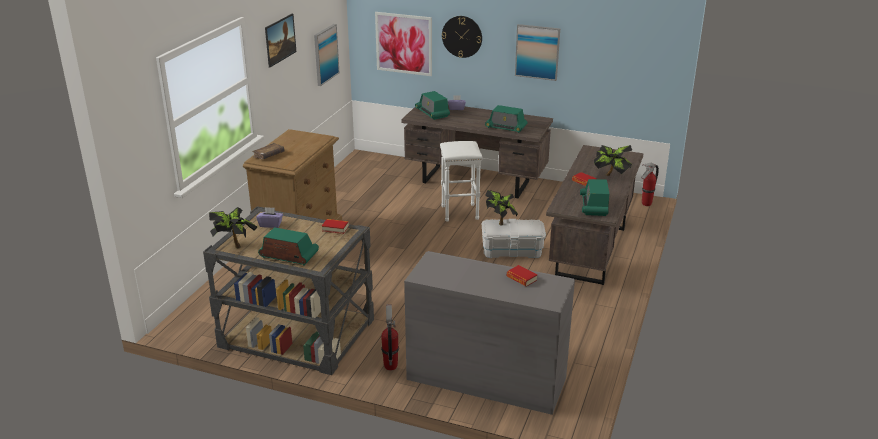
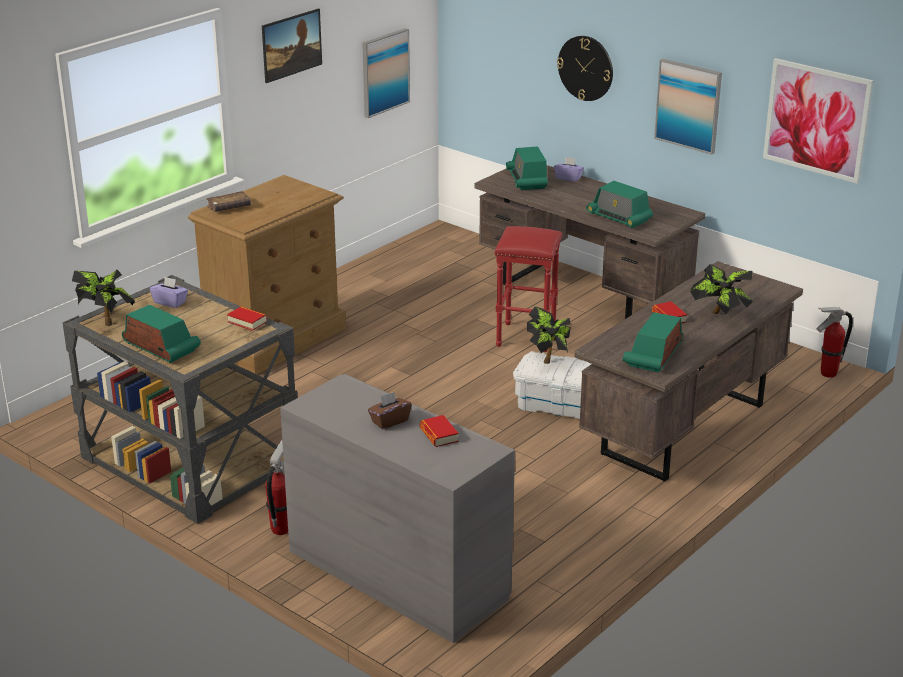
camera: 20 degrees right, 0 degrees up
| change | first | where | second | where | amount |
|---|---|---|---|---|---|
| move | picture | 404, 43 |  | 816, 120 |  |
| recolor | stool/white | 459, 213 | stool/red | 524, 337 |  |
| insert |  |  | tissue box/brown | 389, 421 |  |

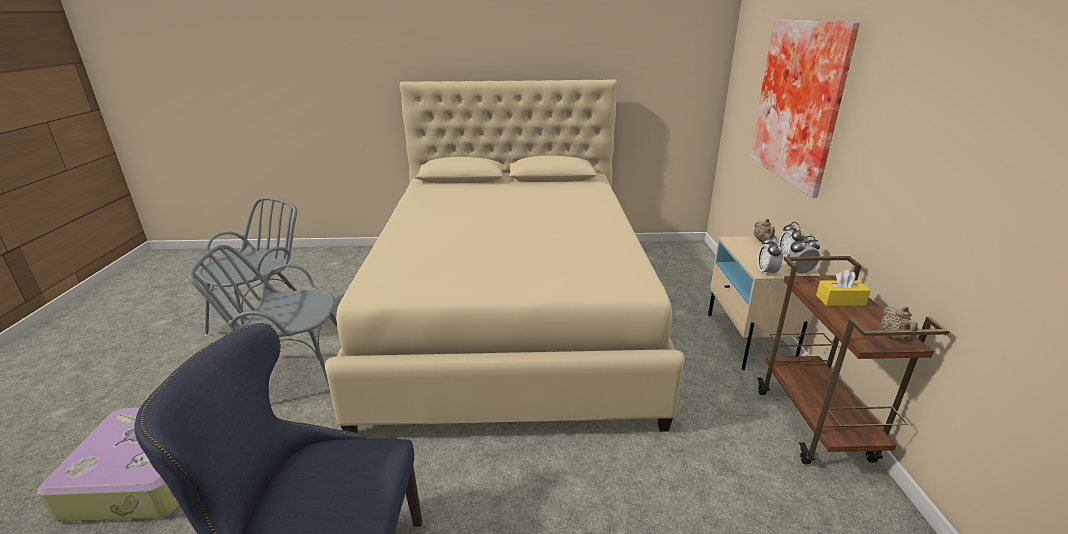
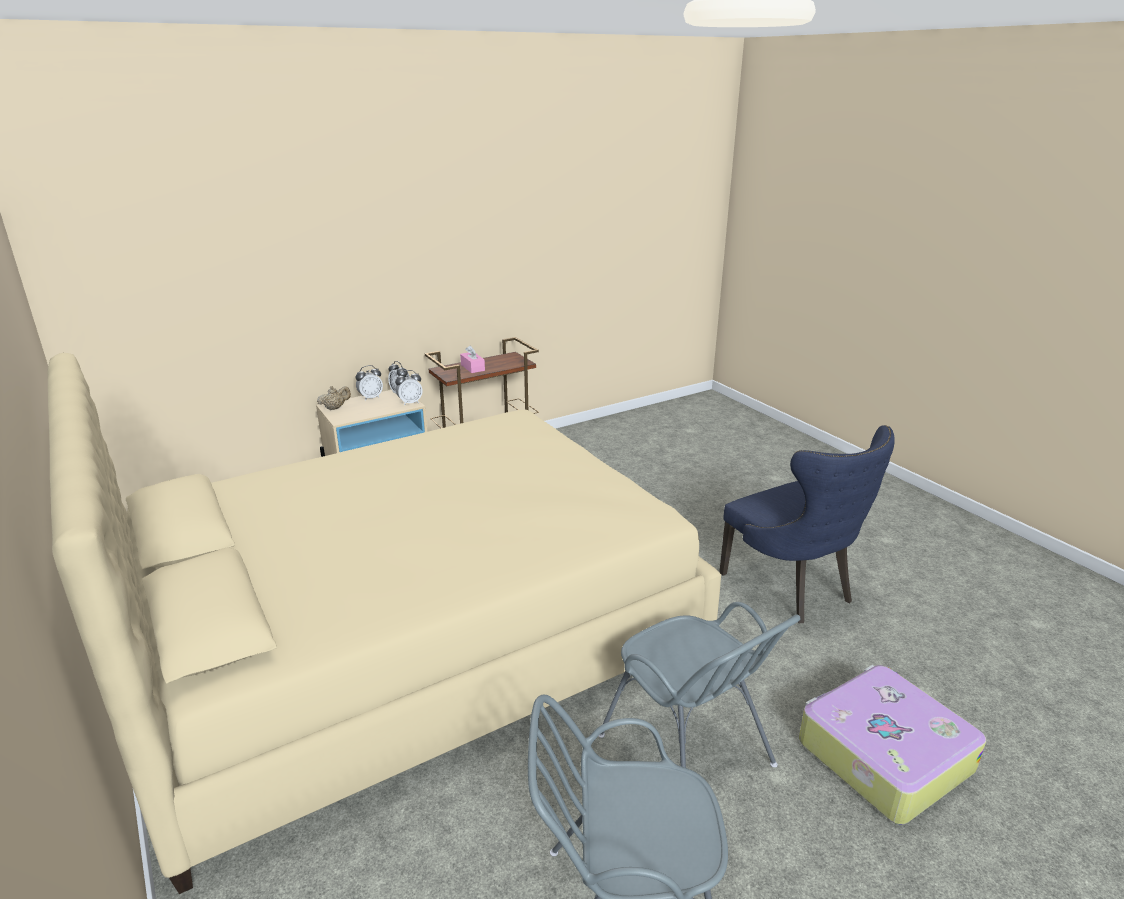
camera: 120 degrees left, 0 degrees up
| change | first | where | second | where | amount |
|---|---|---|---|---|---|
| delete | picture | 802, 102 |  |  |  |
| recolor | tissue box/yellow | 840, 300 | tissue box/pink | 472, 367 |  |
| delete | teapot/beige | 894, 338 |  |  |  |

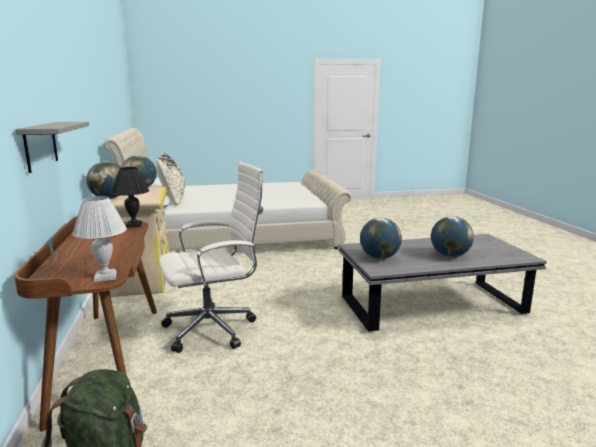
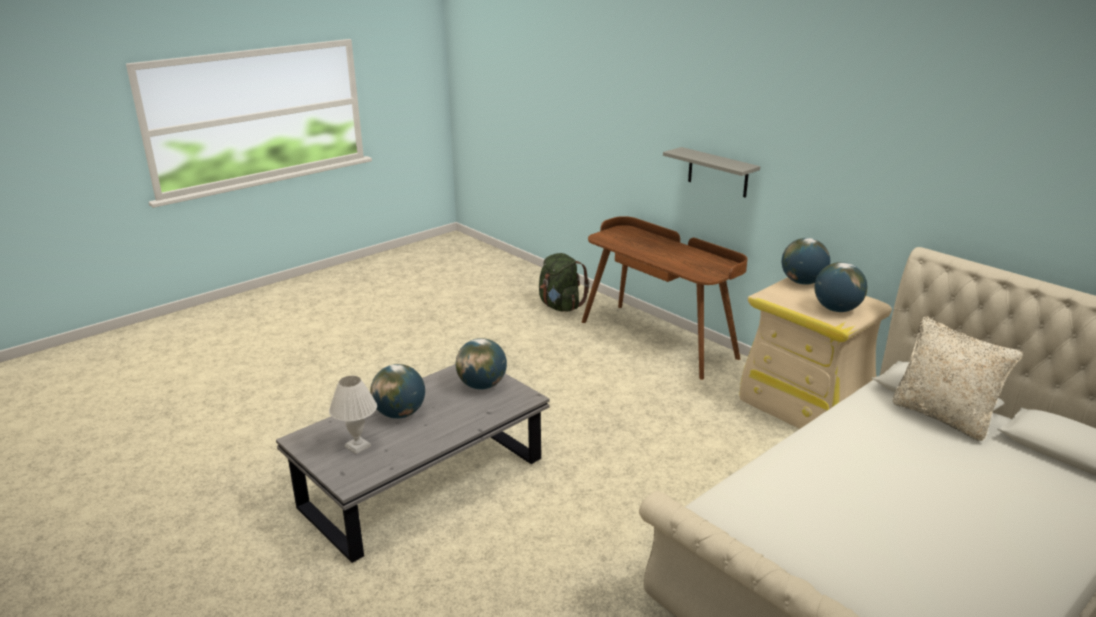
camera: 150 degrees right, 10 degrees up
| change | first | where | second | where | amount |
|---|---|---|---|---|---|
| move | table lamp/white | 105, 276 |  | 358, 446 |  |
| delete | table lamp/black | 134, 225 |  |  |  |
| delete | office chair/white | 214, 328 |  |  |  |

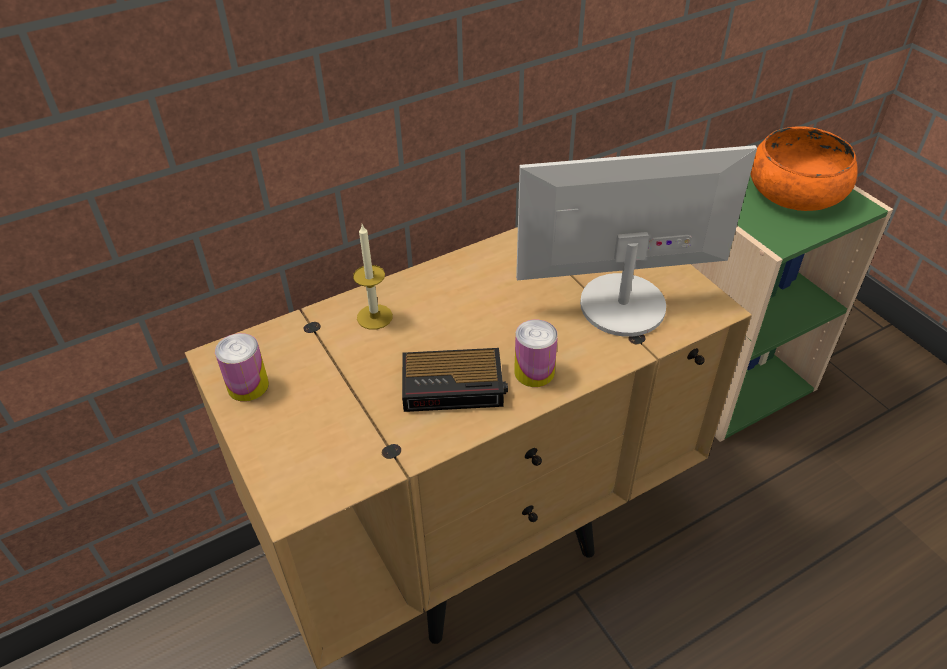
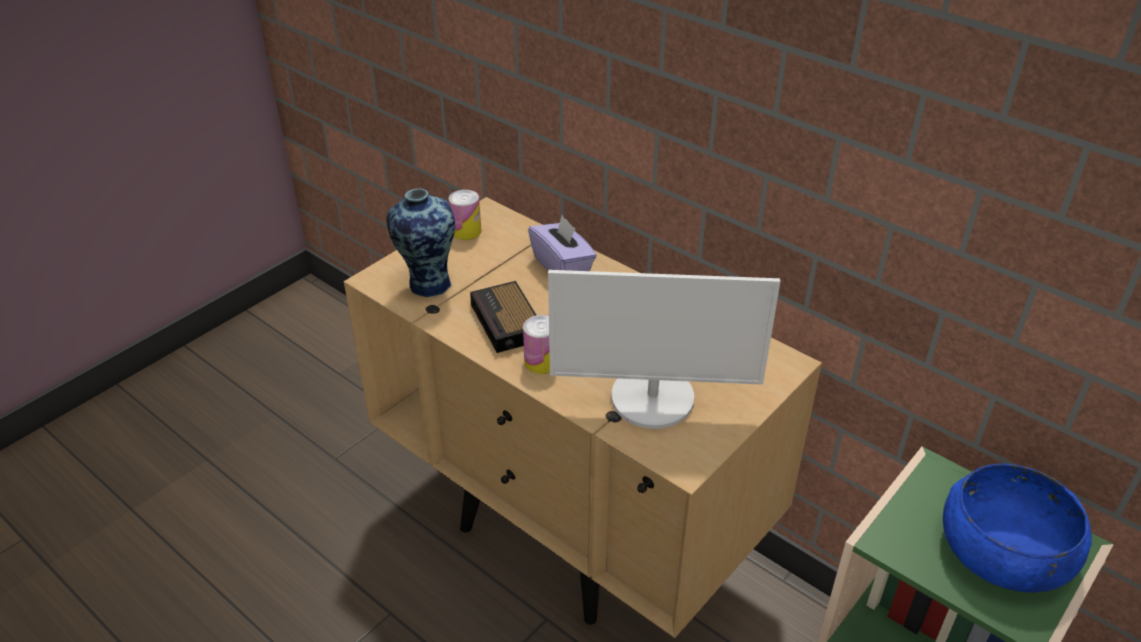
camera: 70 degrees right, 5 degrees down
| change | first | where | second | where | amount |
|---|---|---|---|---|---|
| replace | candle | 374, 317 | tissue box/purple | 562, 266 |  |
| rotate | monitor | 621, 304 |  | 653, 399 | 120 degrees clockwise |
| recolor | bowl/orange | 795, 191 | bowl/blue | 1004, 550 |  |
| insert |  |  | vase | 427, 283 |  |

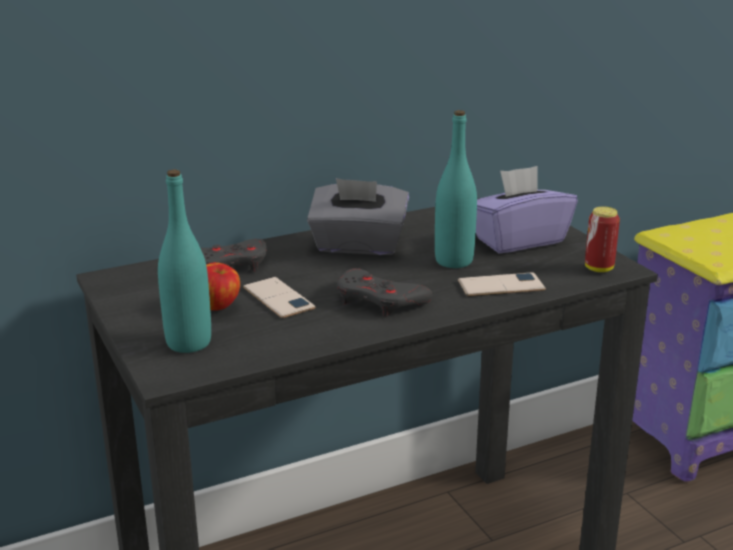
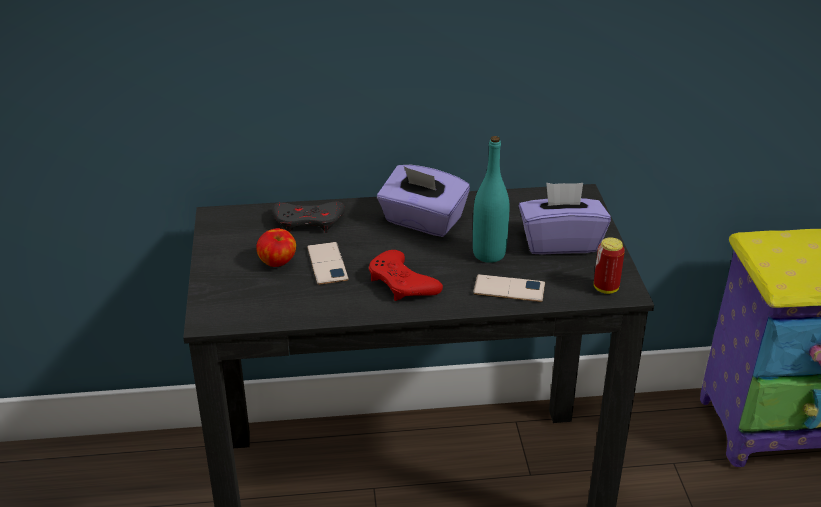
camera: 20 degrees right, 10 degrees up
| change | first | where | second | where | amount |
|---|---|---|---|---|---|
| delete | bottle/turquoise | 188, 343 |  |  |  |
| recolor | tissue box/grey | 358, 246 | tissue box/purple | 422, 221 |  |
| recolor | game controller/grey | 379, 300 | game controller/red | 402, 283 |  |

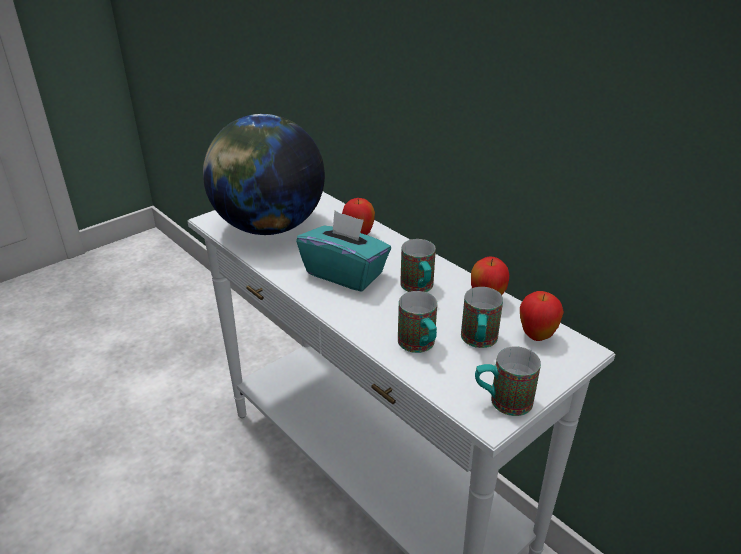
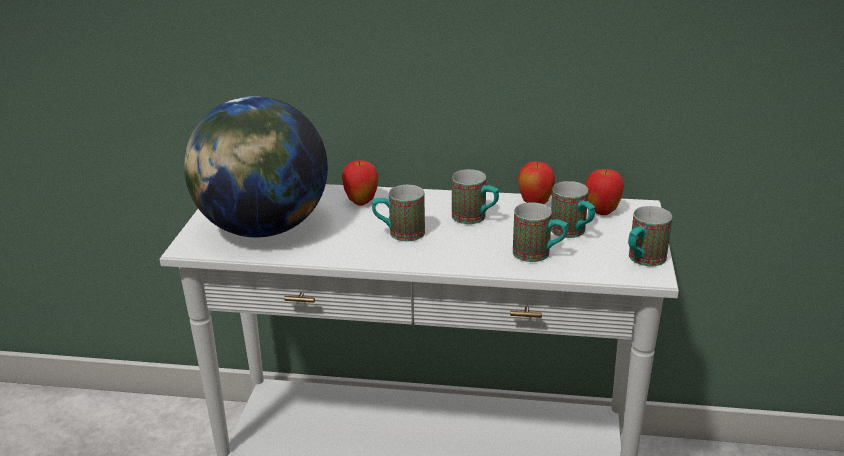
camera: 40 degrees left, 5 degrees down
| change | first | where | second | where | amount |
|---|---|---|---|---|---|
| replace | tissue box/turquoise | 345, 273 | mug | 399, 234 |  |

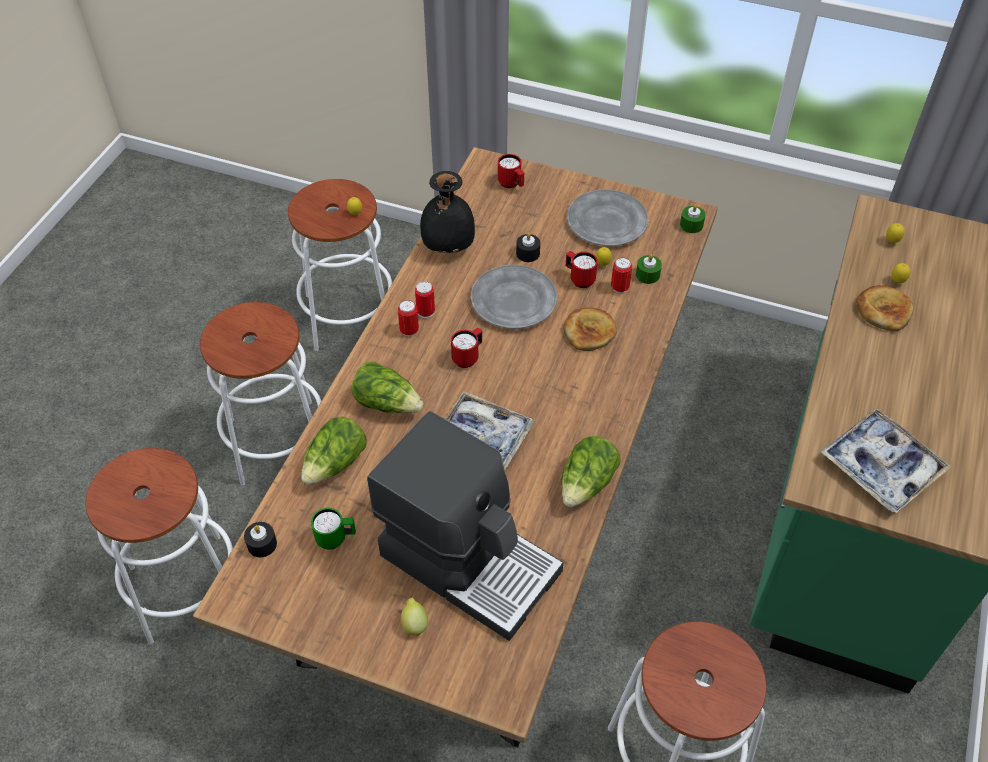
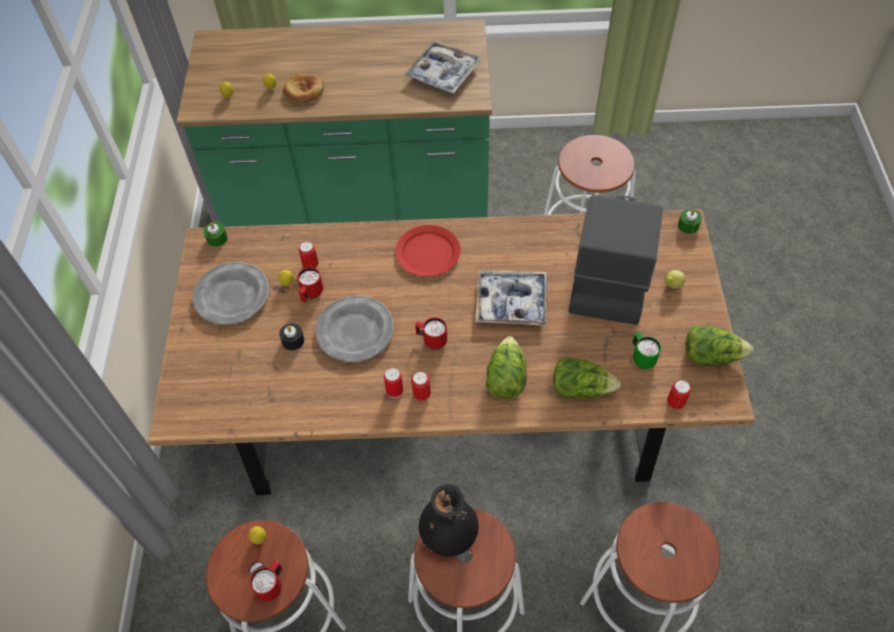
camera: 110 degrees left, 5 degrees up
| change | first | where | second | where | amount |
|---|---|---|---|---|---|
| replace | candle/black | 262, 544 | can | 675, 403 |  |
| move | vase/black | 447, 245 |  | 449, 536 |  |
| move | mug/red | 511, 184 |  | 272, 585 |  |
| move | lettuce | 587, 484 |  | 711, 355 |  |
| delete | bread | 589, 331 |  |  |  |
| move | candle/green | 647, 275 |  | 688, 225 |  |
| insert |  |  | plate/red | 428, 253 |  |

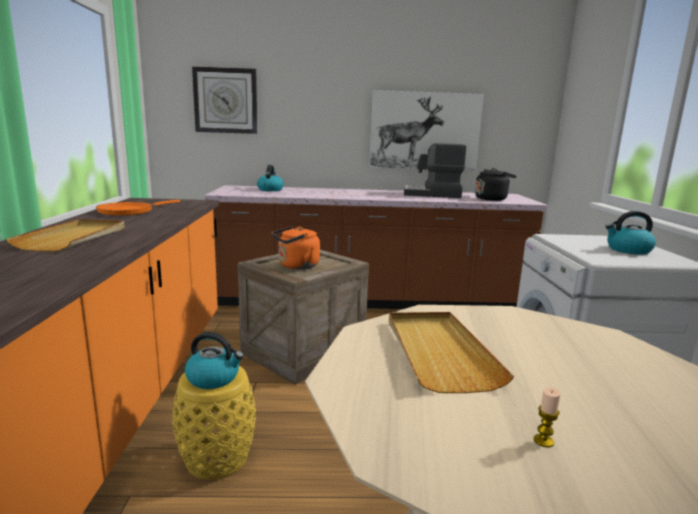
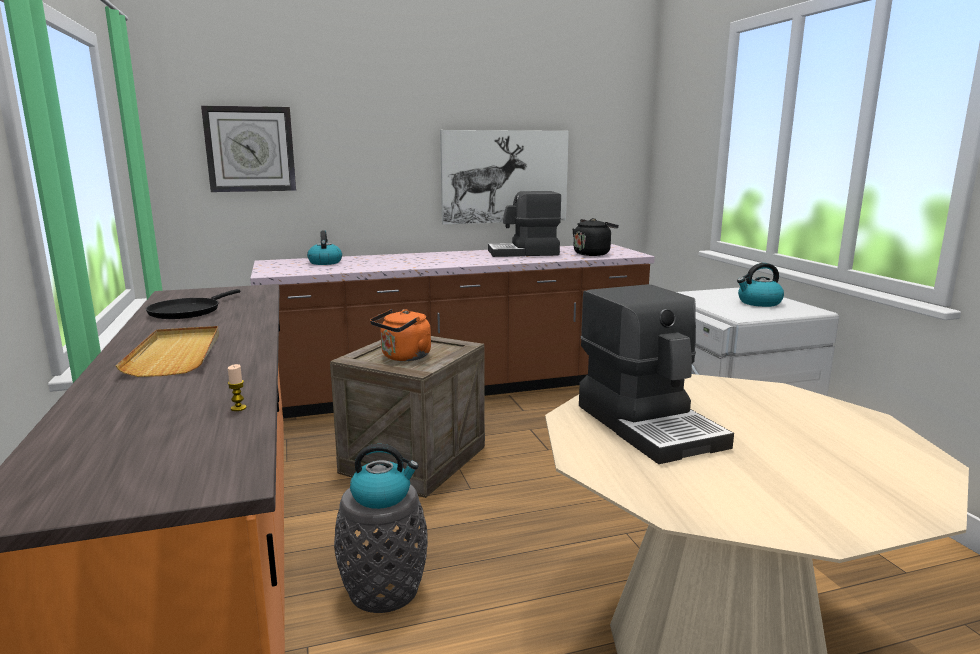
camera: 15 degrees left, 0 degrees up
| change | first | where | second | where | amount |
|---|---|---|---|---|---|
| recolor | frying pan/orange | 129, 211 | frying pan/black | 188, 311 |  |
| recolor | stool/yellow | 217, 459 | stool/grey | 383, 590 |  |
| replace | tray/beige | 438, 352 | coffee machine | 650, 425 |  |
| move | candle | 543, 441 |  | 238, 408 |  |

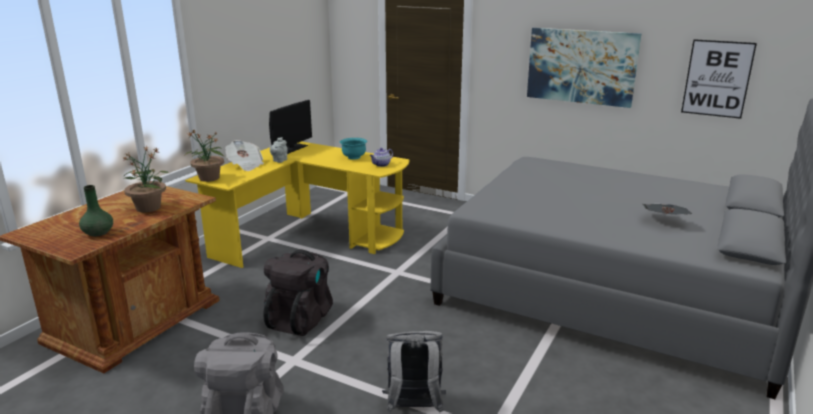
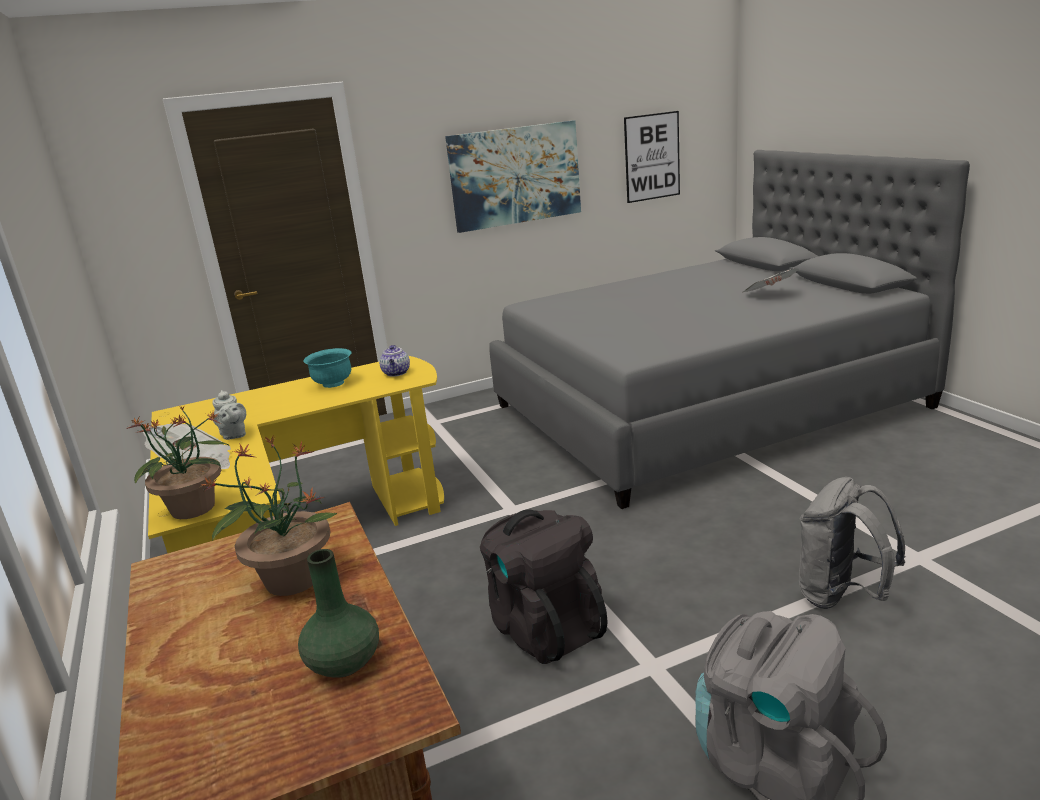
camera: 50 degrees left, 0 degrees up
| change | first | where | second | where | amount |
|---|---|---|---|---|---|
| delete | monitor | 291, 148 |  |  |  |

